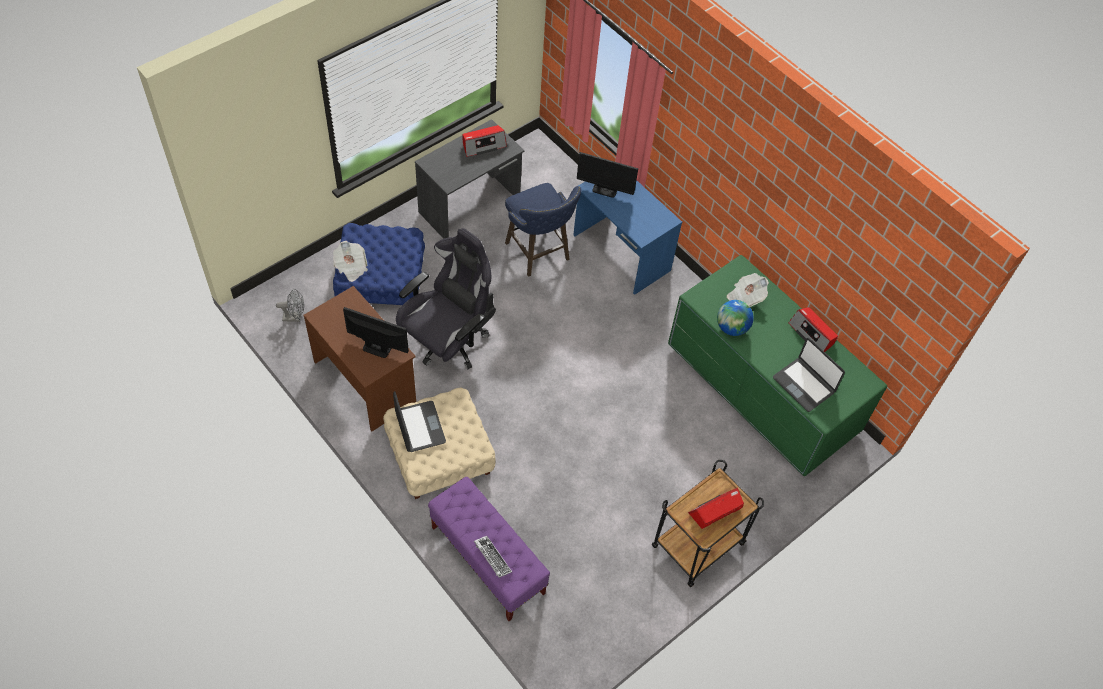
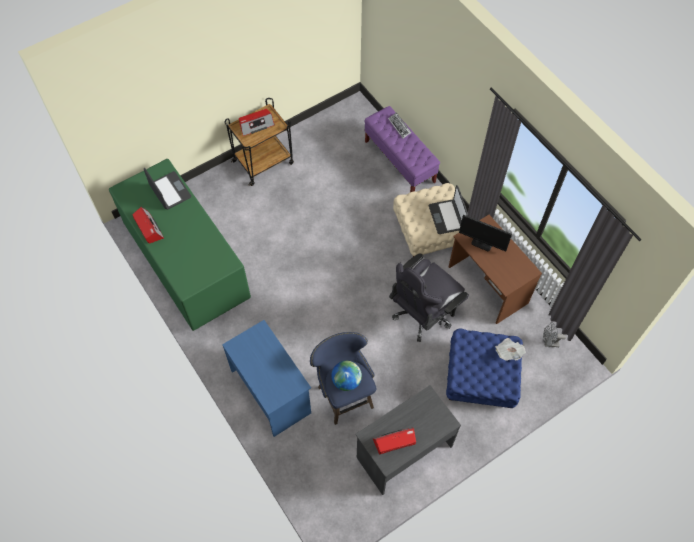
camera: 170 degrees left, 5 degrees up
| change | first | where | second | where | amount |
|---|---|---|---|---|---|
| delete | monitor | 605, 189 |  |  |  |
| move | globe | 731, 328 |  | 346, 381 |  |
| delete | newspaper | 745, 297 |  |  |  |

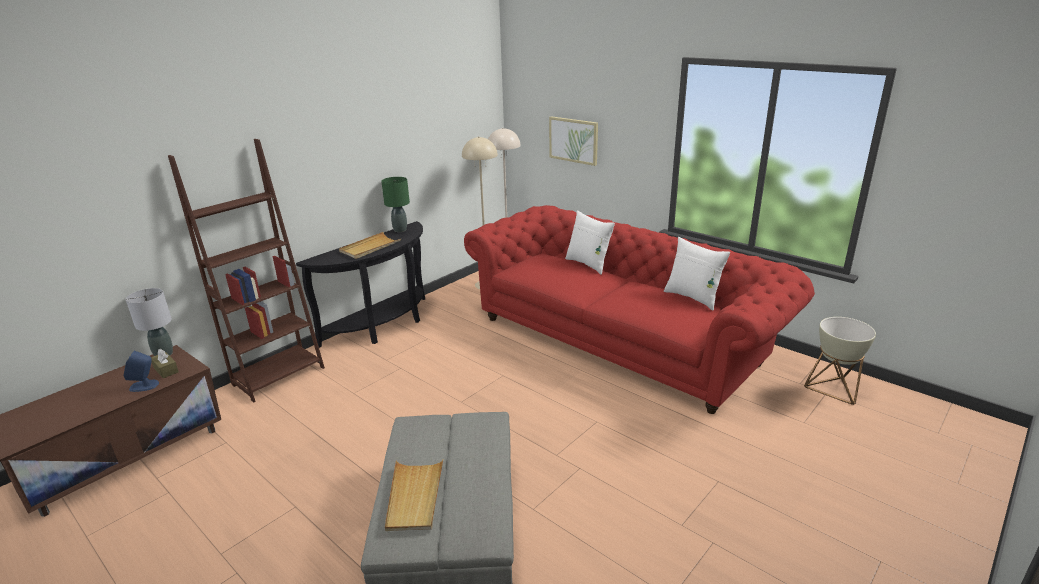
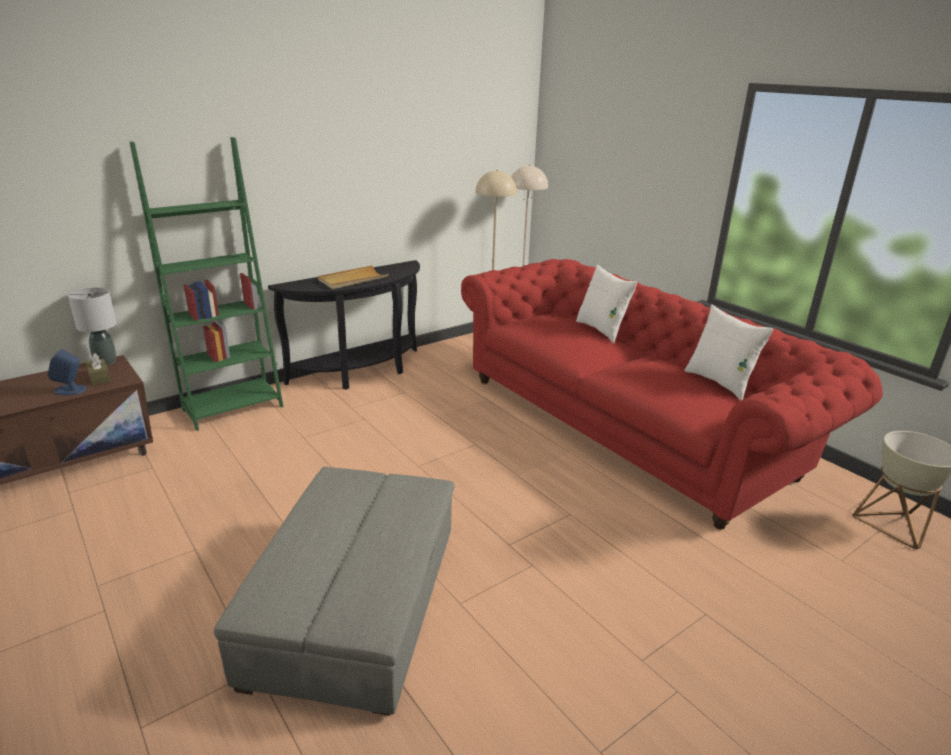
camera: 10 degrees right, 0 degrees up
| change | first | where | second | where | amount |
|---|---|---|---|---|---|
| recolor | bookcase/brown | 278, 376 | bookcase/green | 233, 408 |  |
| delete | table lamp/green | 400, 230 |  |  |  |
| delete | tray/beige | 414, 497 |  |  |  |
| delete | picture | 573, 140 |  |  |  |

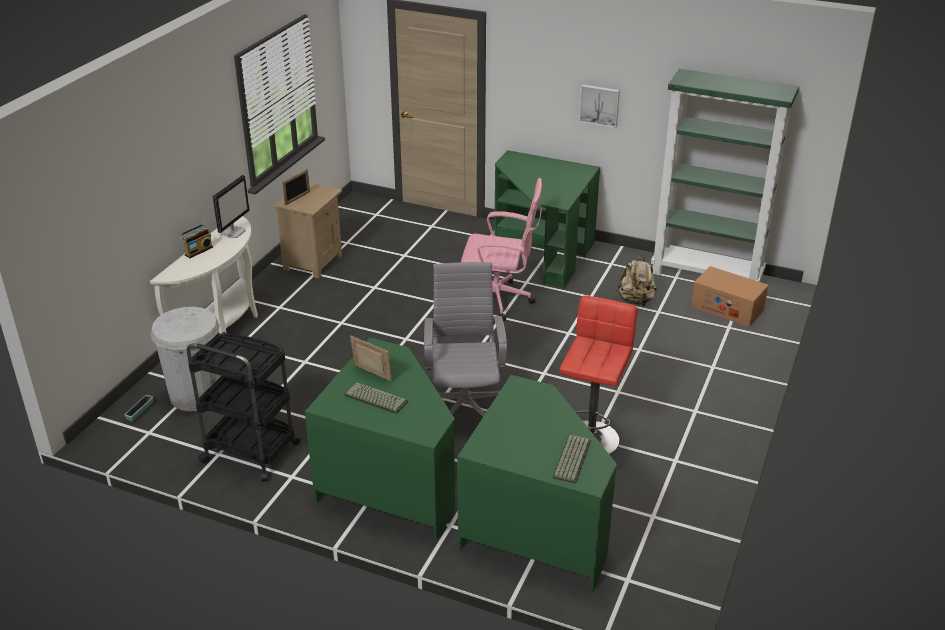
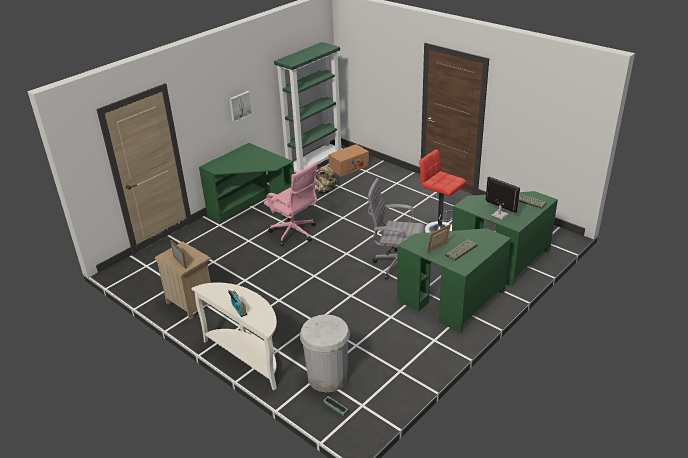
camera: 70 degrees left, 0 degrees up
| change | first | where | second | where | amount |
|---|---|---|---|---|---|
| delete | cart/black | 251, 452 |  |  |  |
| move | monitor | 233, 232 |  | 499, 215 |  |
| rotate | office chair/pink | 500, 301 |  | 295, 234 | 105 degrees clockwise |

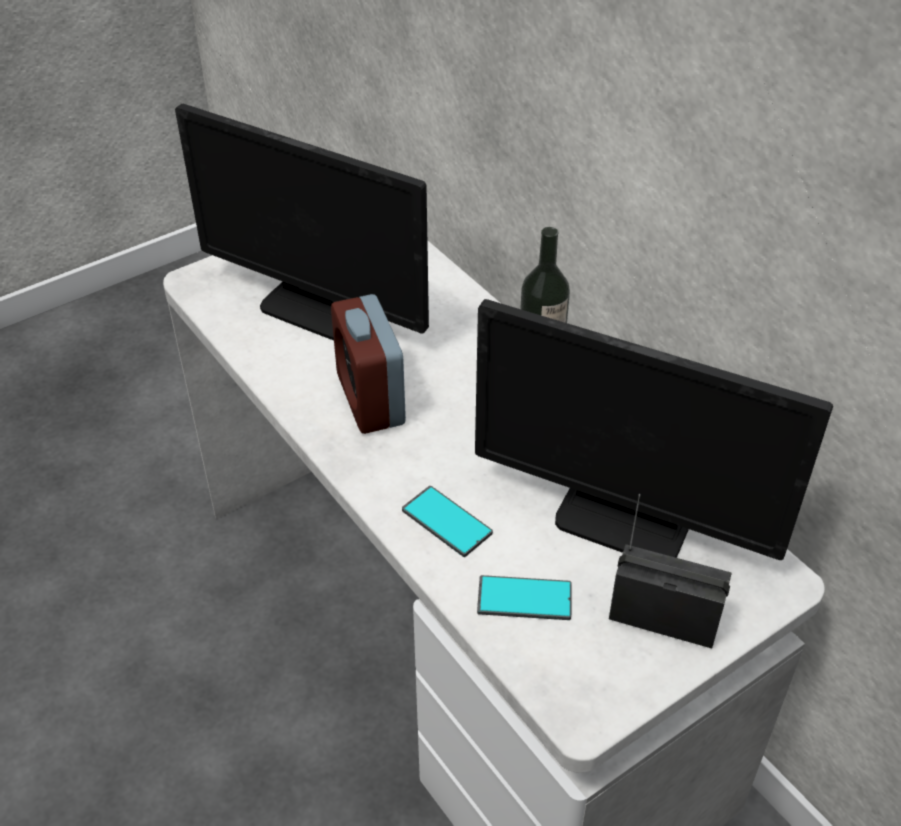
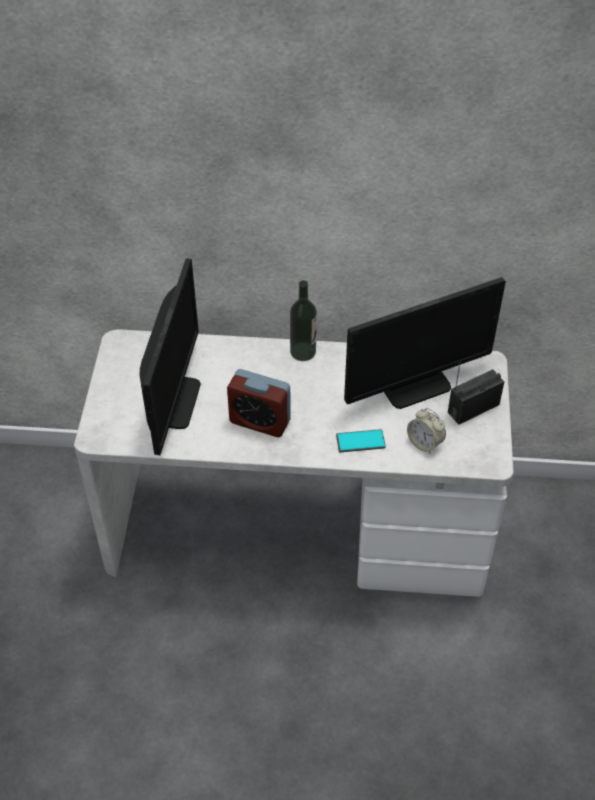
camera: 50 degrees left, 5 degrees up
| change | first | where | second | where | amount |
|---|---|---|---|---|---|
| rotate | monitor | 318, 307 |  | 173, 402 | 60 degrees counterclockwise |
| replace | phone | 524, 599 | alarm clock | 424, 443 |  |

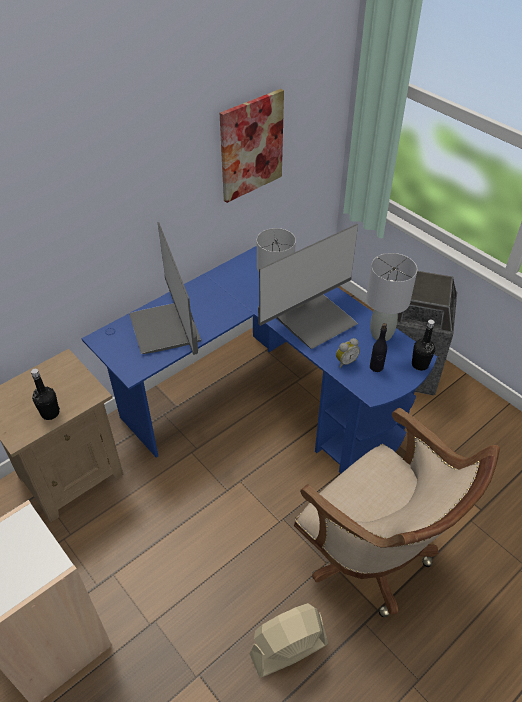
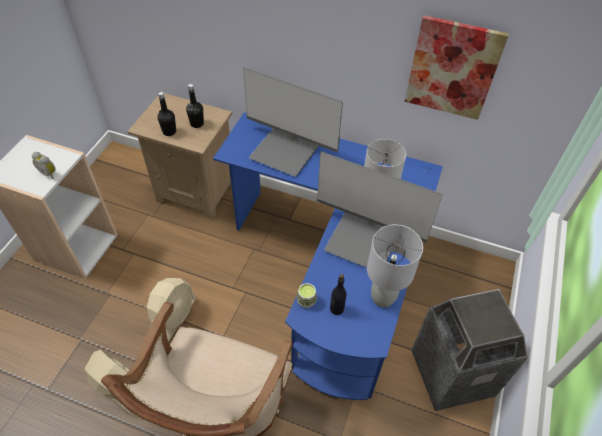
camera: 60 degrees right, 5 degrees up
| change | first | where | second | where | amount |
|---|---|---|---|---|---|
| rotate | monitor | 167, 328 |  | 285, 151 | 105 degrees counterclockwise |
| move | alarm clock | 345, 361 |  | 49, 173 |  |
| move | bottle/black | 420, 364 |  | 197, 124 |  |
| insert |  |  | fan/beige | 174, 317 |  |
| insert |  |  | cup | 306, 301 |  |

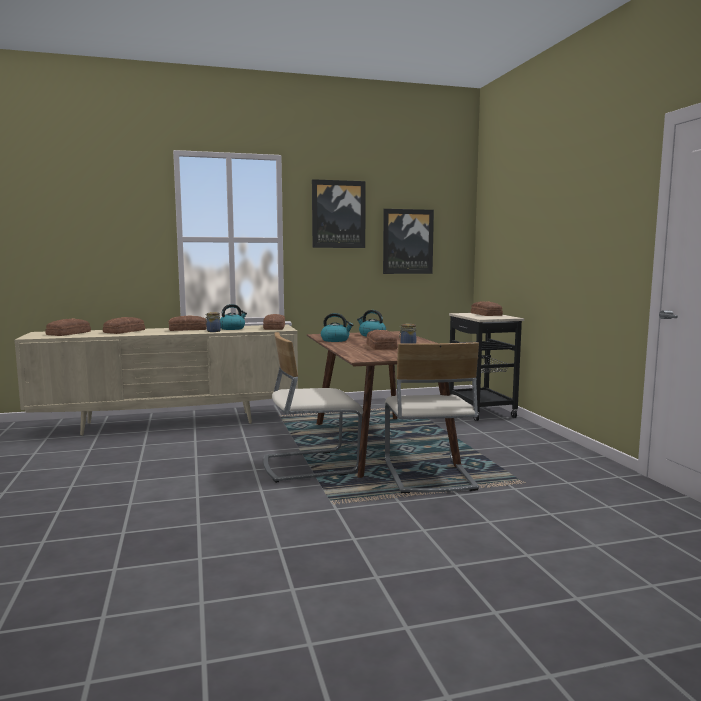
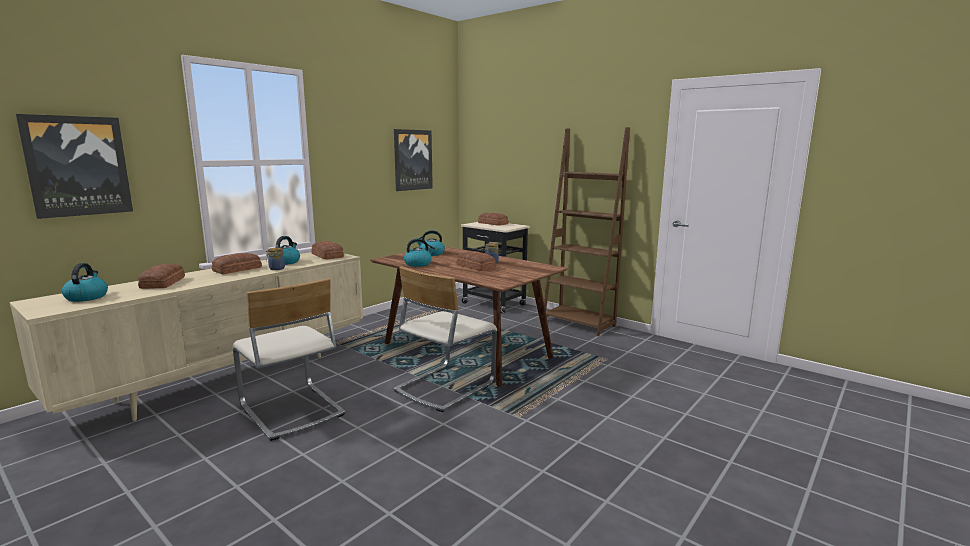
camera: 35 degrees left, 5 degrees up
| change | first | where | second | where | amount |
|---|---|---|---|---|---|
| replace | bread | 67, 333 | kettle | 87, 297 |  |
| move | picture | 338, 214 |  | 78, 166 |  |
| move | chair/beige | 427, 475 |  | 291, 410 |  |
| insert |  |  | bookcase/brown | 578, 323 |  |

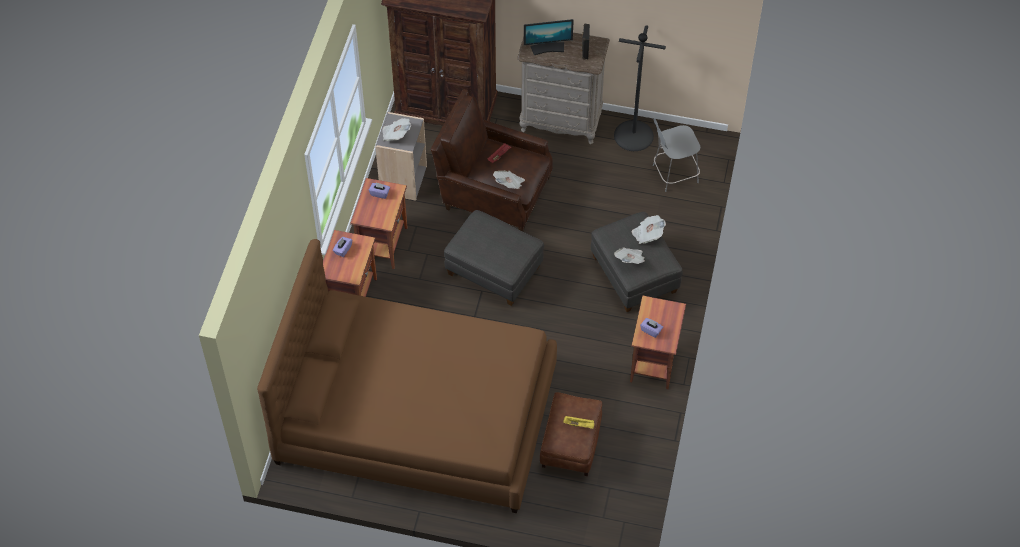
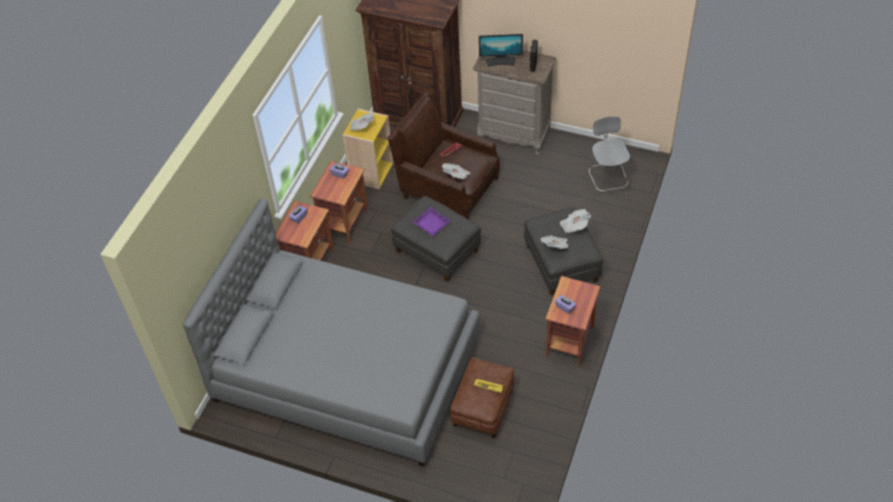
camera: 10 degrees right, 5 degrees down
| change | first | where | second | where | amount |
|---|---|---|---|---|---|
| recolor | bed/brown | 416, 414 | bed/grey | 347, 368 |  |
| recolor | bookcase/grey | 403, 179 | bookcase/yellow | 371, 172 |  |
| delete | clothes rack/black | 633, 135 |  |  |  |
| rotate | chair/grey | 673, 174 |  | 607, 183 | 90 degrees clockwise |
| insert |  |  | tray/purple | 431, 223 |  |

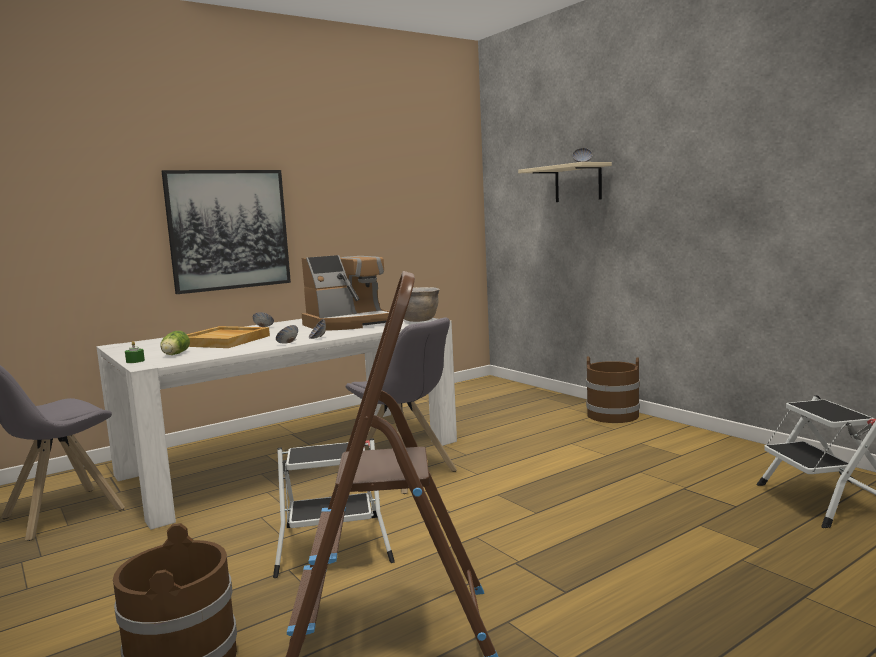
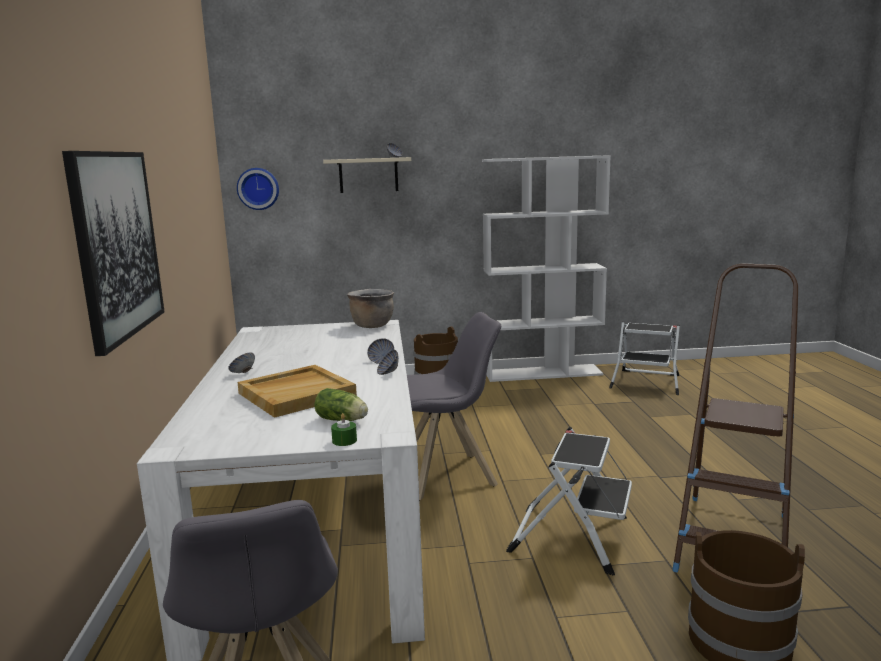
camera: 60 degrees left, 5 degrees up
| change | first | where | second | where | amount |
|---|---|---|---|---|---|
| delete | coffee machine | 349, 324 |  |  |  |
| insert |  |  | wall clock | 258, 188 |  |
| insert |  |  | bookcase/white | 543, 373 |  |

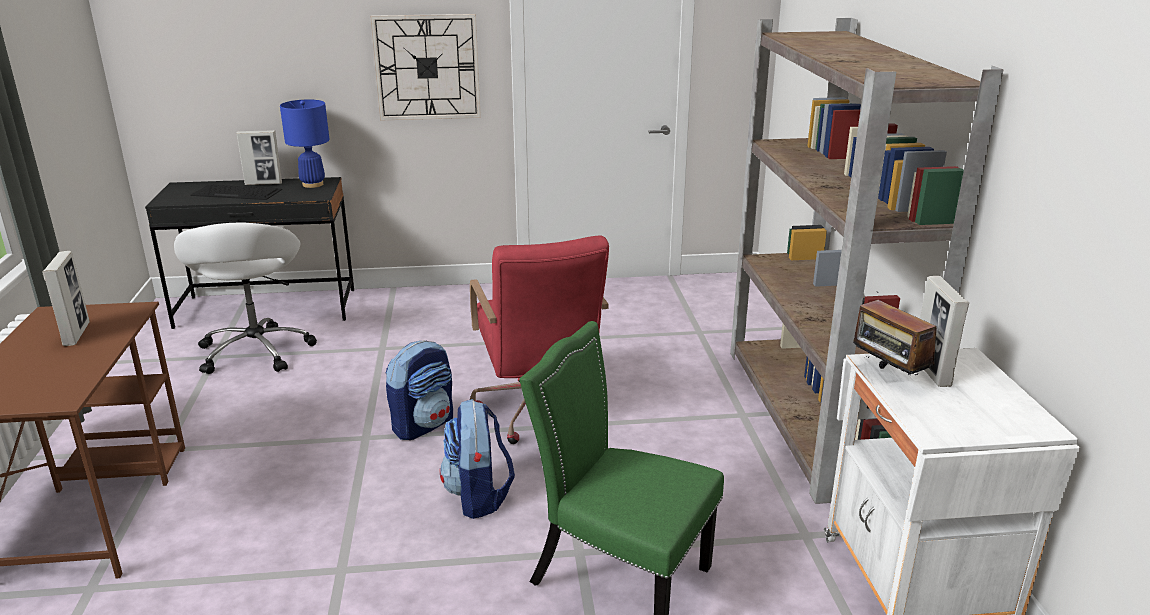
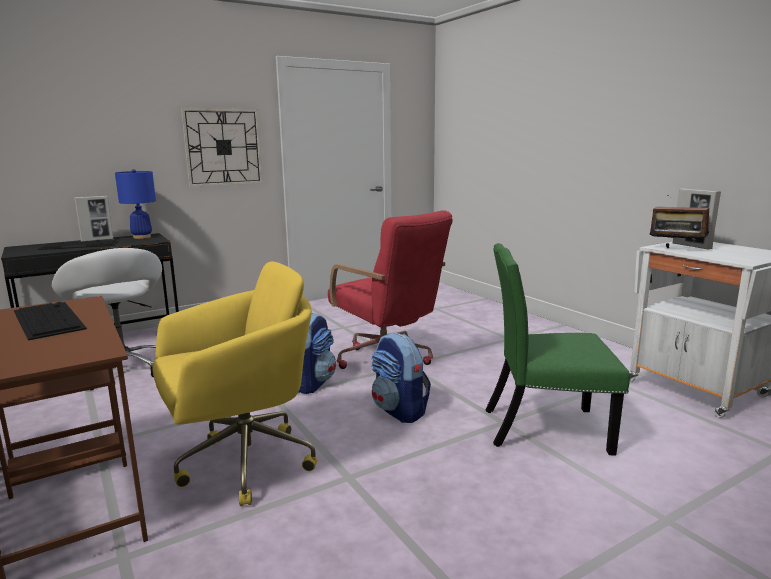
camera: 25 degrees left, 10 degrees down
| change | first | where | second | where | amount |
|---|---|---|---|---|---|
| replace | picture frame | 76, 334 | keyboard | 47, 319 |  |
| delete | bookcase/brown | 812, 415 |  |  |  |
| insert |  |  | office chair/yellow | 241, 467 |  |

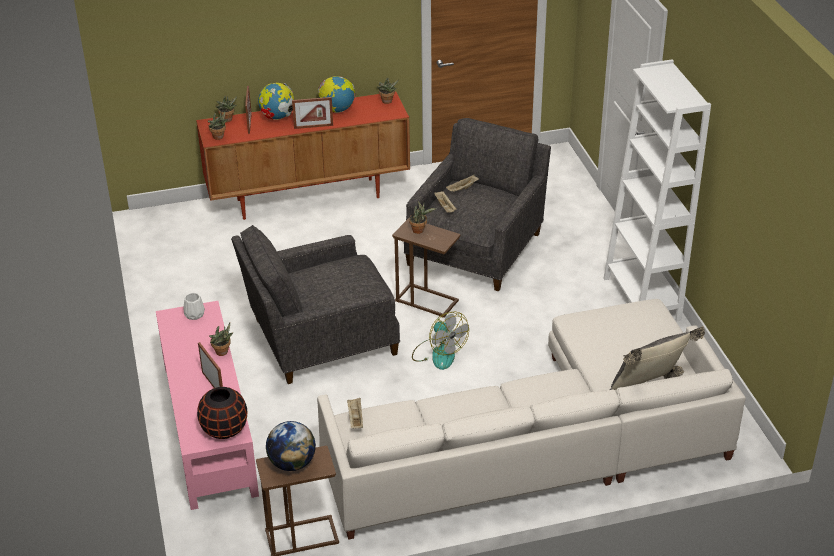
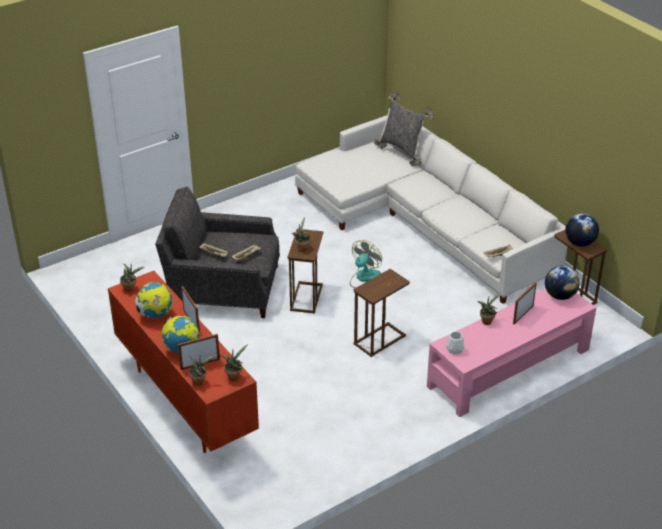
camera: 110 degrees left, 0 degrees up
| change | first | where | second | where | amount |
|---|---|---|---|---|---|
| replace | vase/black | 224, 429 | globe | 560, 295 |  |
| replace | armchair/grey | 320, 338 | side table/brown | 379, 340 |  |
| delete | bookcase/white | 641, 299 |  |  |  |

